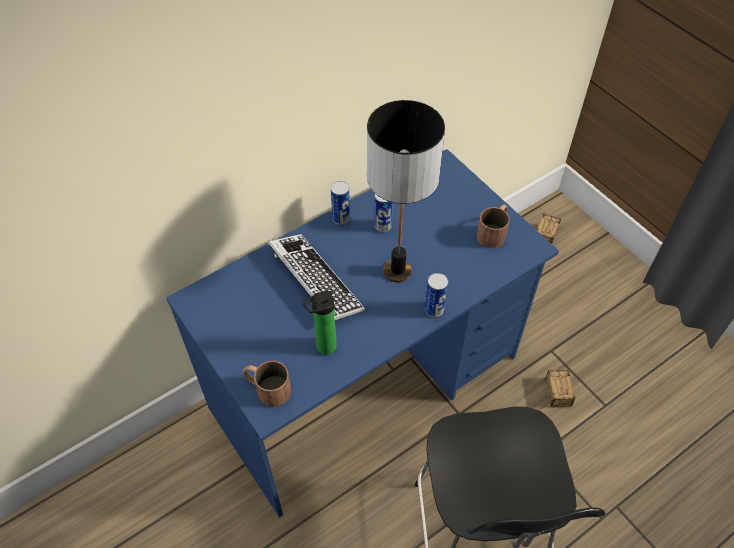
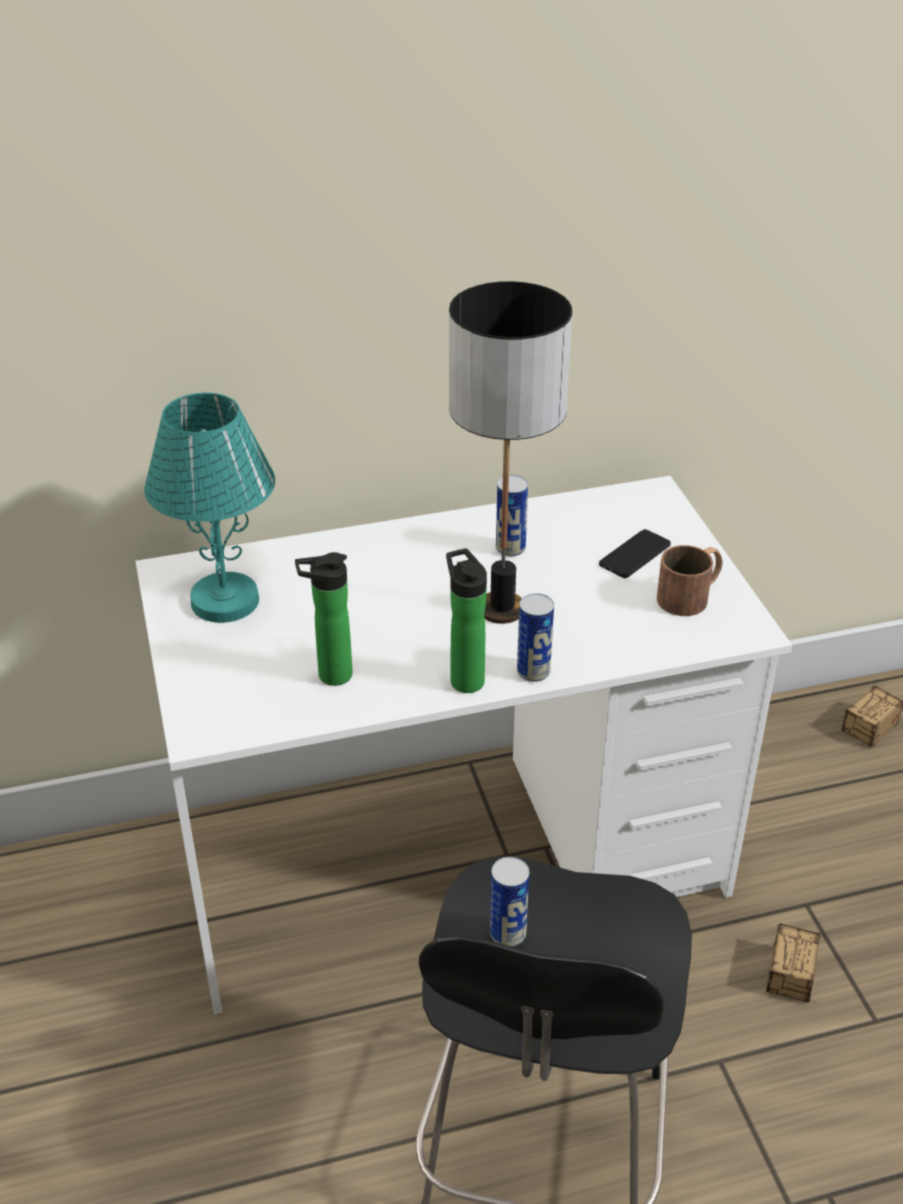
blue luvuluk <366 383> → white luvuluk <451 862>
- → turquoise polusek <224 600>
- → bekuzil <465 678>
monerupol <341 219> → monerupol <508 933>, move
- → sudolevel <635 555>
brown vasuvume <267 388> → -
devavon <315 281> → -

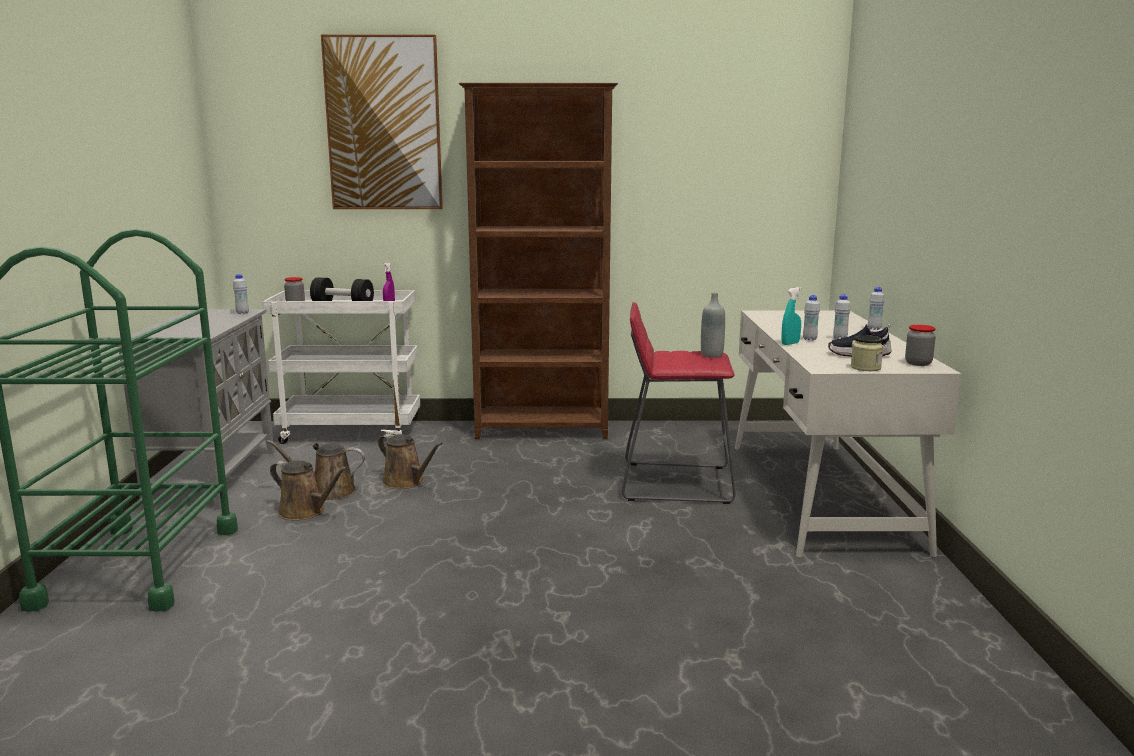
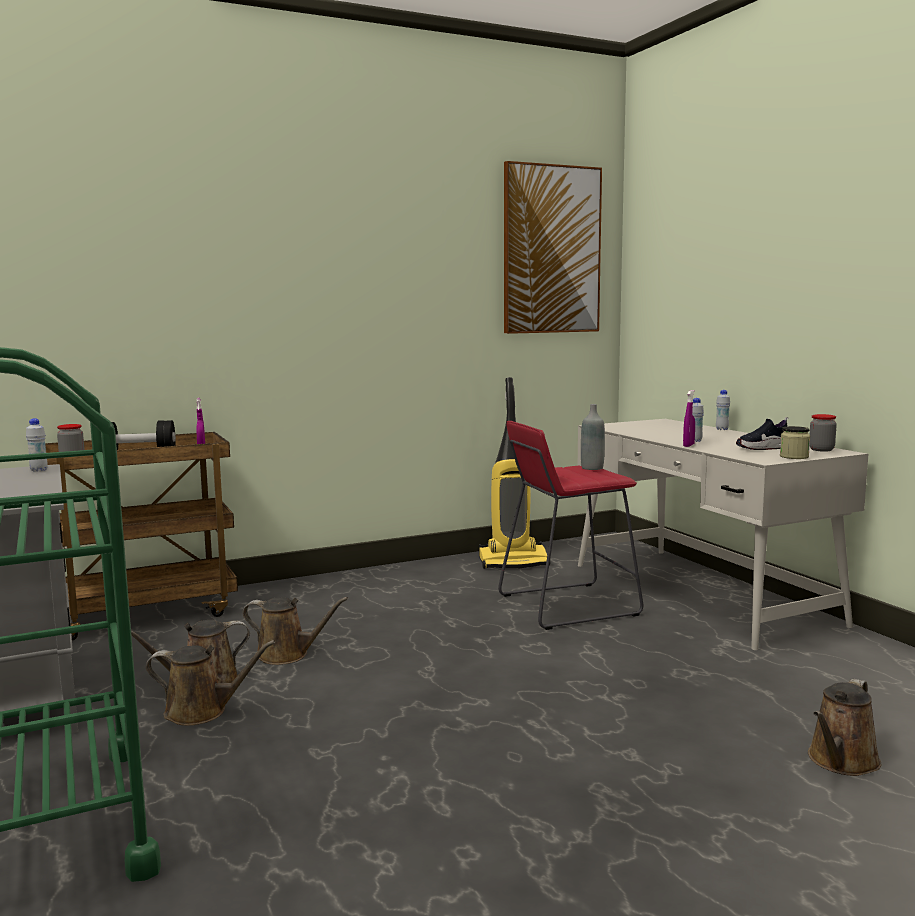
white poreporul <352 432> → brown poreporul <149 613>
- → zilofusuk <514 562>
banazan <384 124> → banazan <551 250>, move
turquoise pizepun <790 343> → purple pizepun <688 445>
- → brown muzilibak <841 762>
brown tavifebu <543 430> → -
white bekuzil <840 338> → -

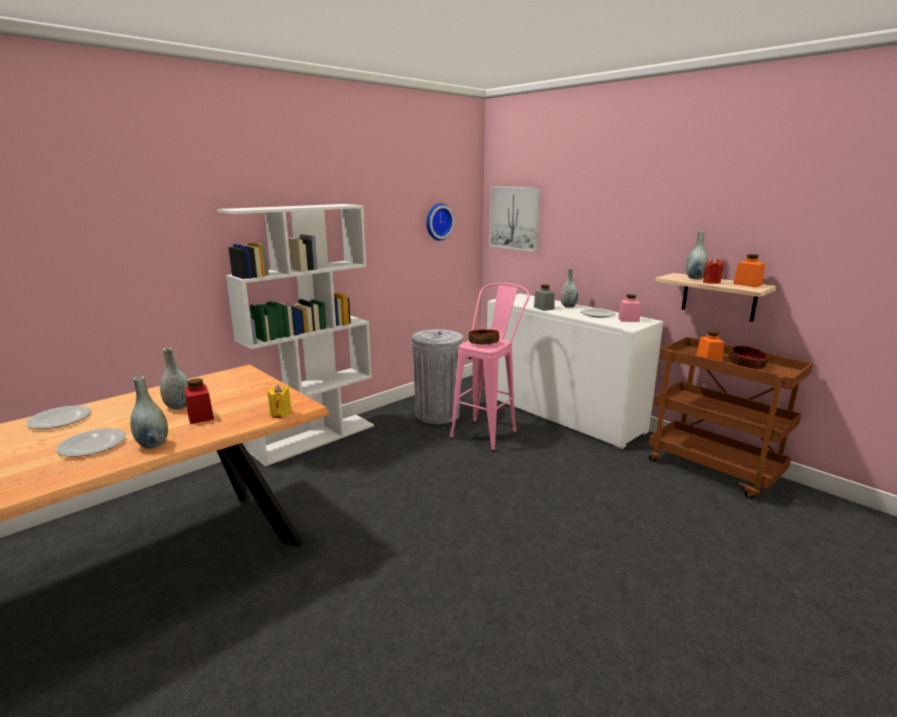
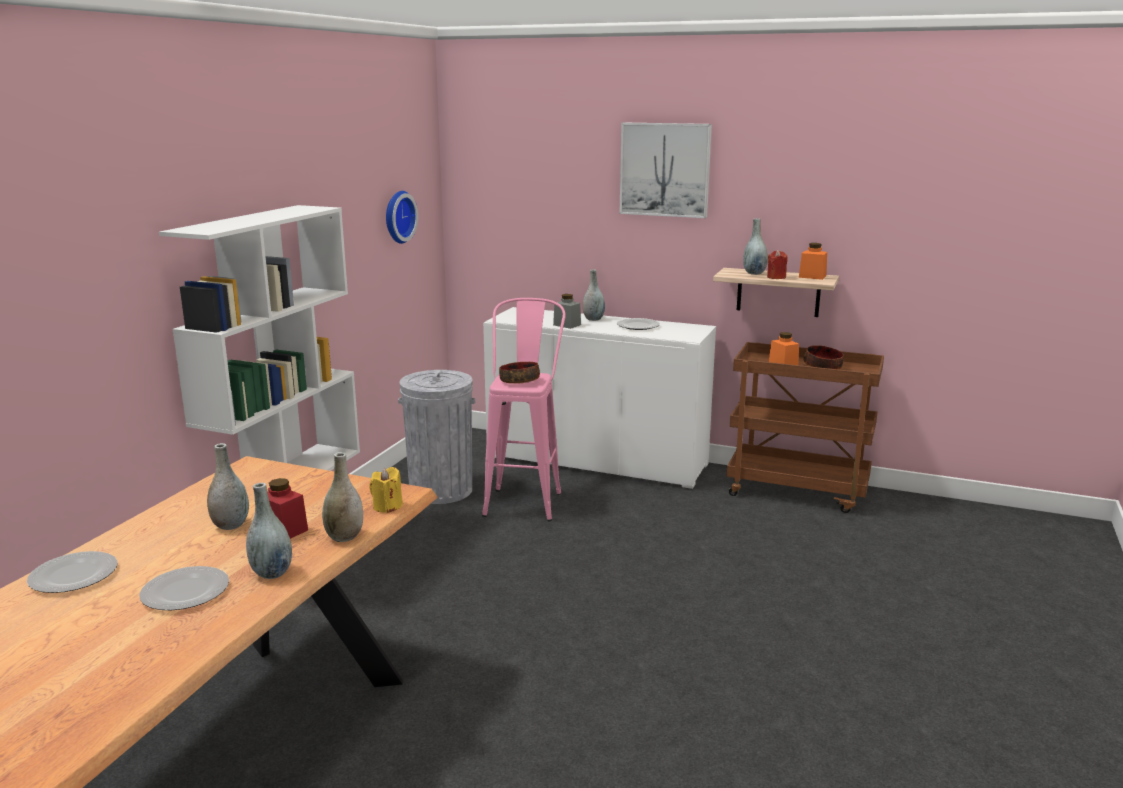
- → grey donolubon <344 537>
banazan <515 218> → banazan <665 169>, move
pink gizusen <628 320> → -

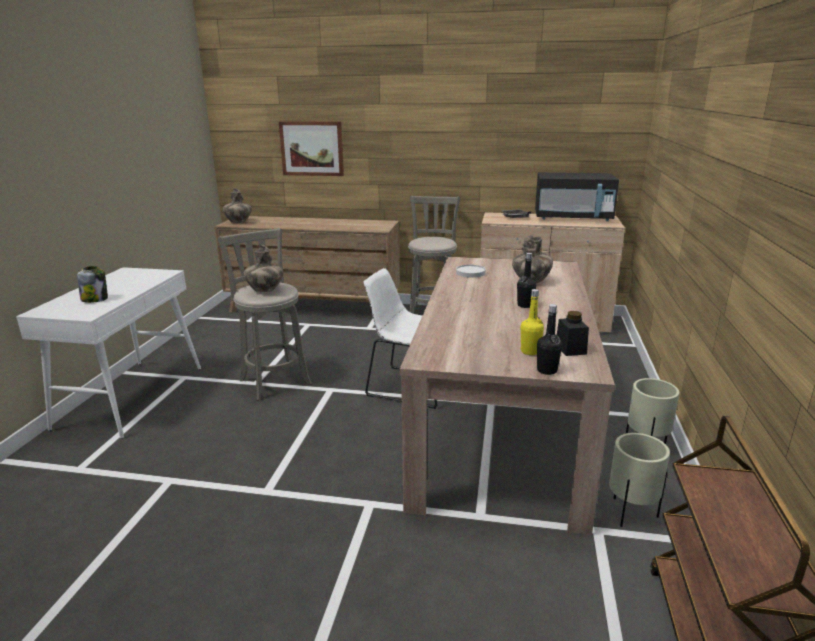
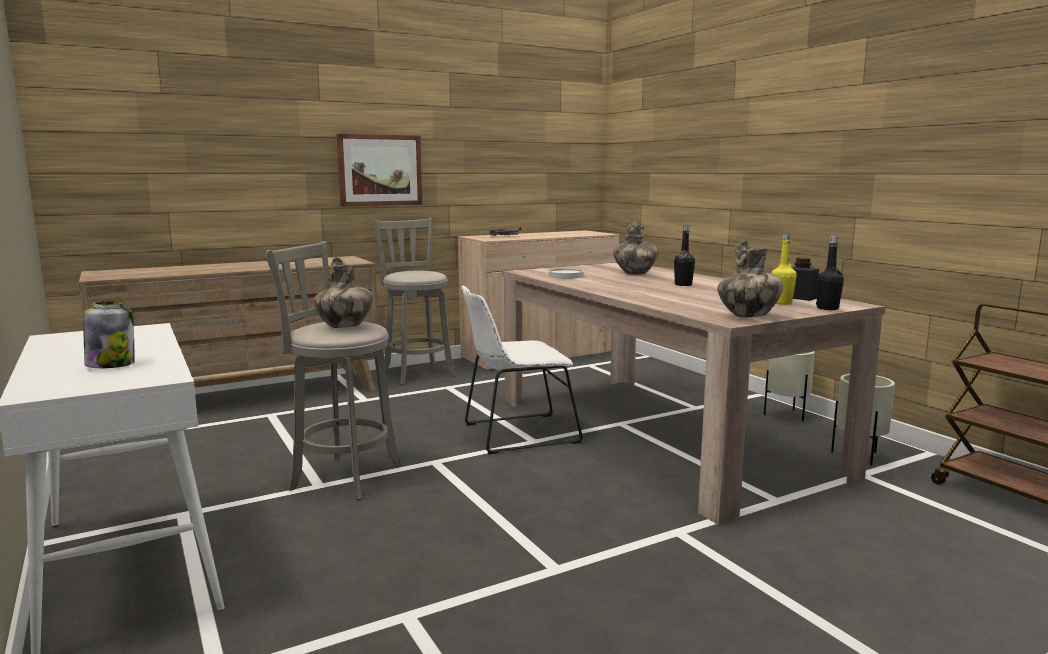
banazan <312 148> → banazan <380 170>, move
donolubon <238 222> → donolubon <748 316>, move
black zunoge <572 218> → -

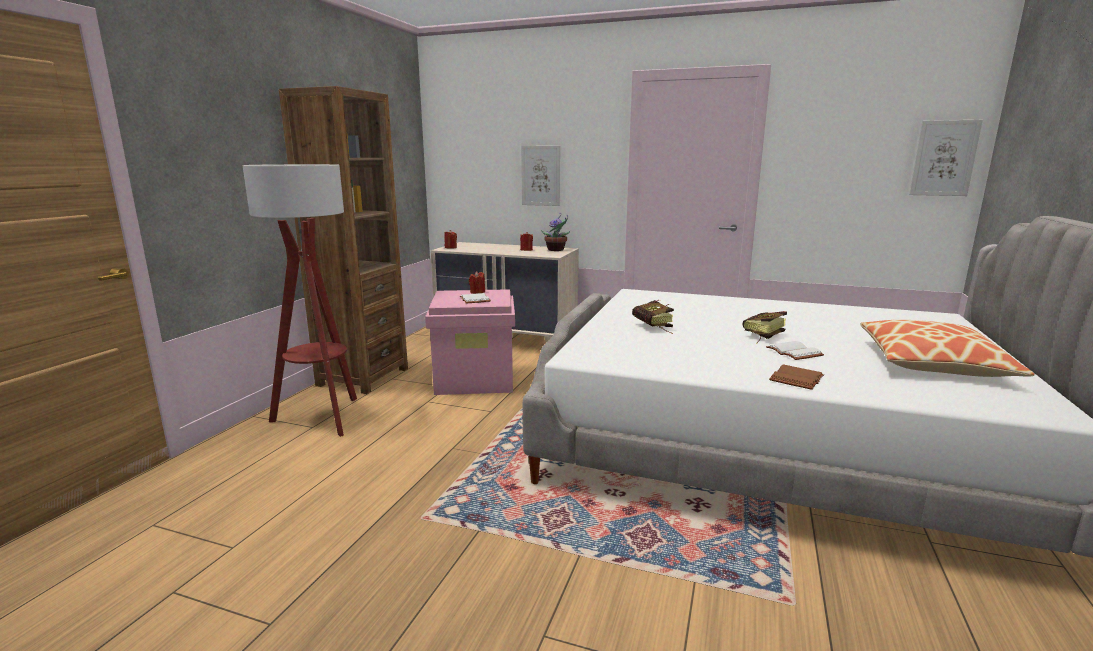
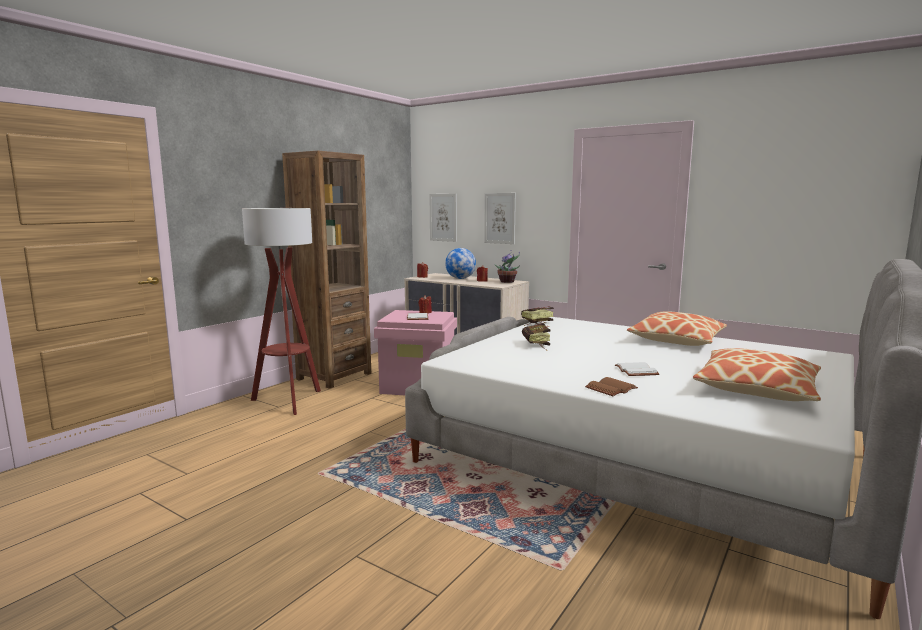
banazan <944 158> → banazan <443 217>, move
- → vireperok <460 278>
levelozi <761 336> → levelozi <534 323>, move
- → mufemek <677 340>

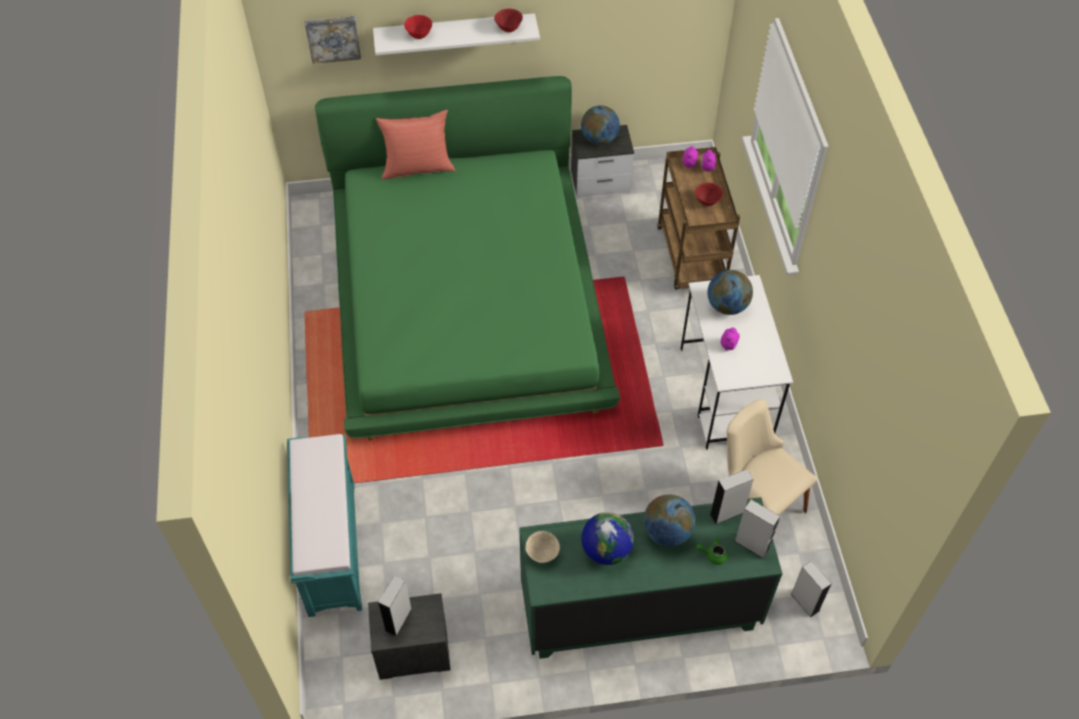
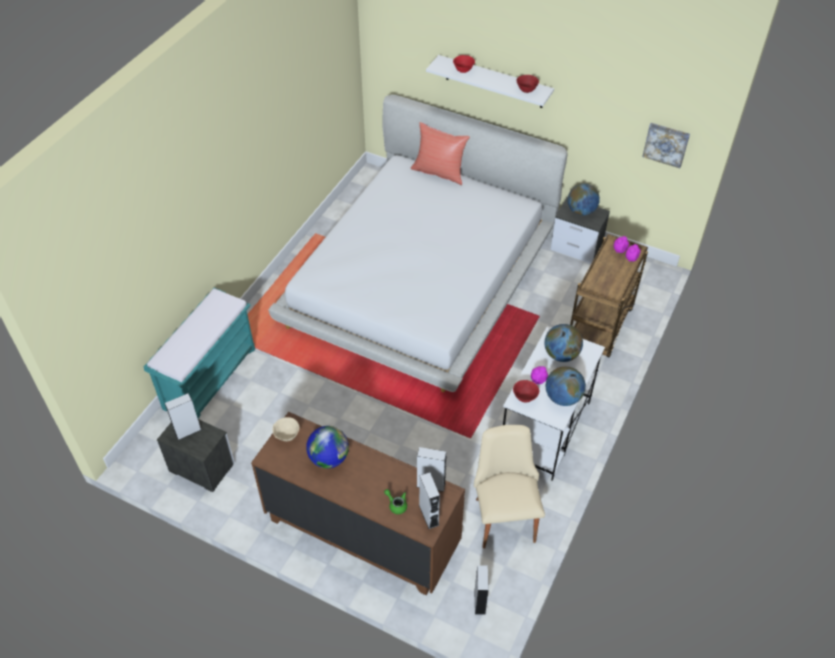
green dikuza <639 608> → brown dikuza <362 531>
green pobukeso <466 298> → white pobukeso <421 276>
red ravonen <707 201> → red ravonen <525 397>, move
vireperok <667 532> → vireperok <563 397>, move
banazan <333 38> → banazan <666 144>, move

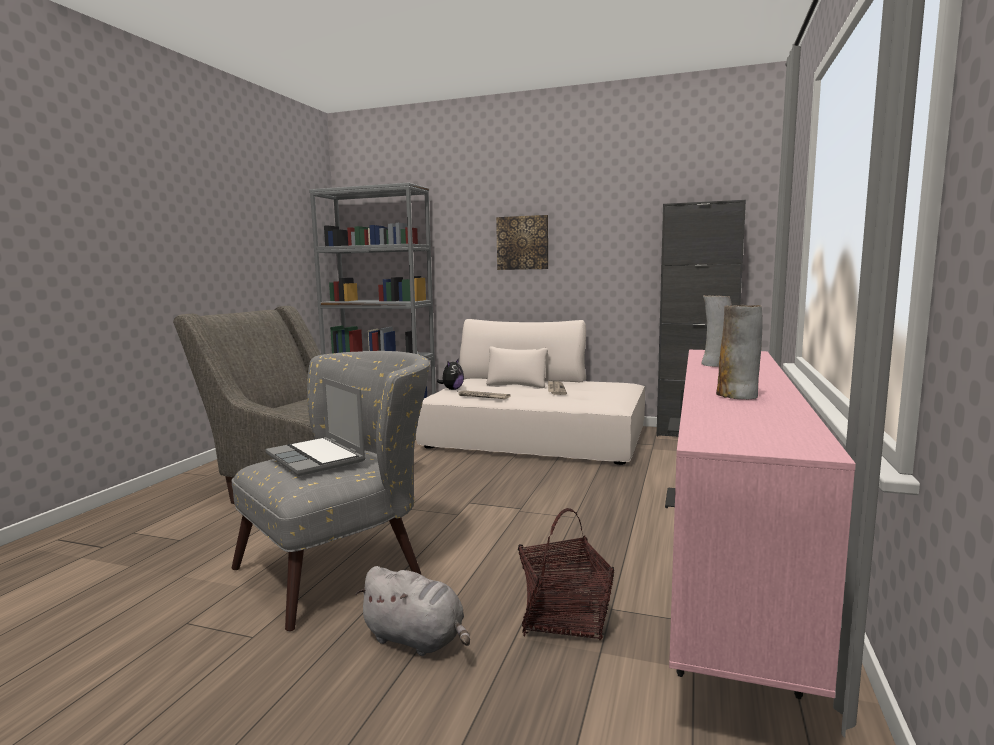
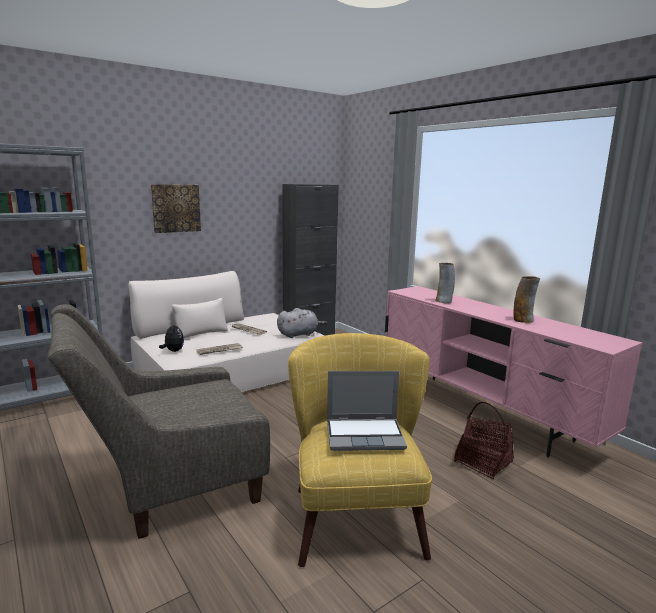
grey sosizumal <417 640> → grey sosizumal <299 334>, move
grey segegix <346 567> → yellow segegix <355 510>

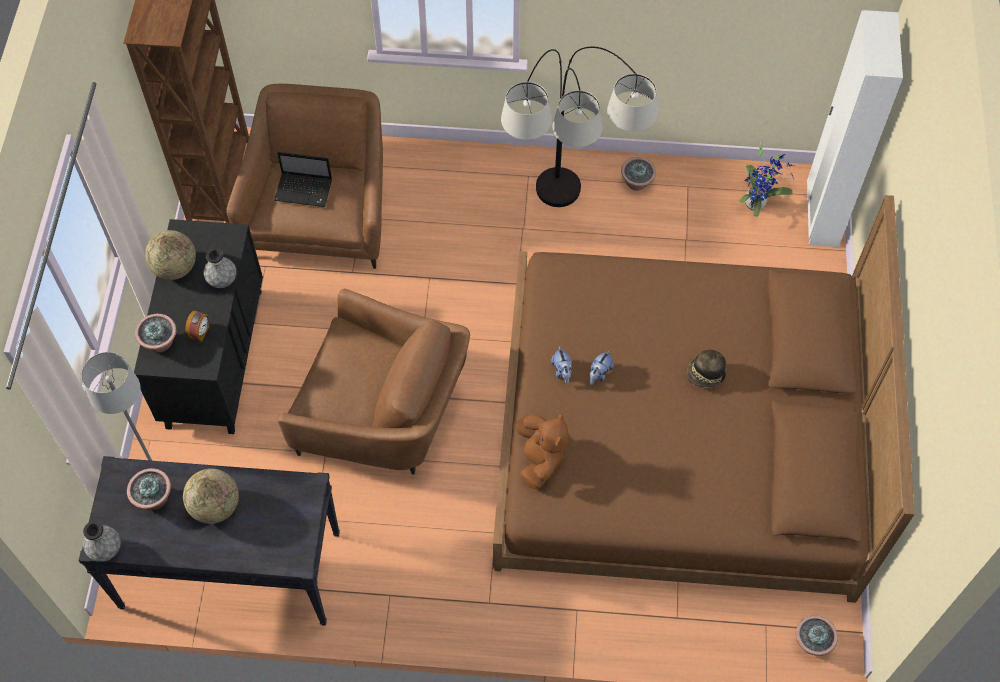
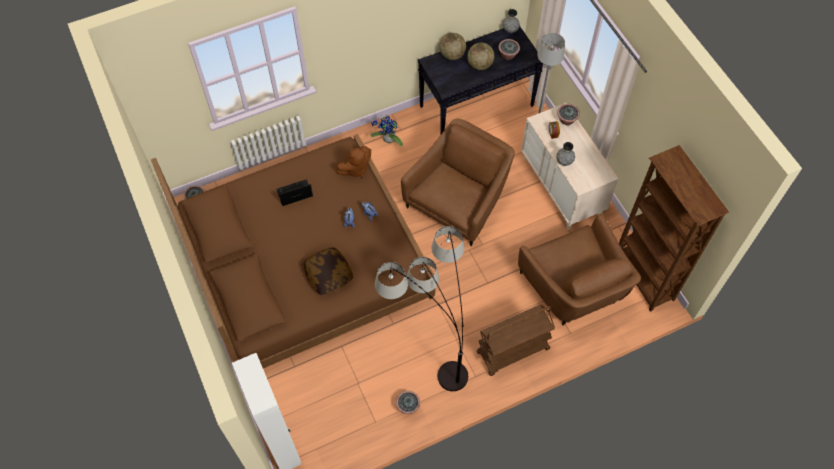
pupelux <305 190> → pupelux <294 194>, move
- → mufemek <328 274>
brown sosizumal <539 459> → brown sosizumal <355 169>, 90 degrees counterclockwise
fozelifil <757 203> → fozelifil <387 140>, move
brown segegix <384 416> → brown segegix <458 200>, 135 degrees clockwise
vireperok <175 268> → vireperok <452 55>, move
- → brown poreporul <512 351>
black dikuza <215 357> → beige dikuza <561 186>
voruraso <705 375> → -

